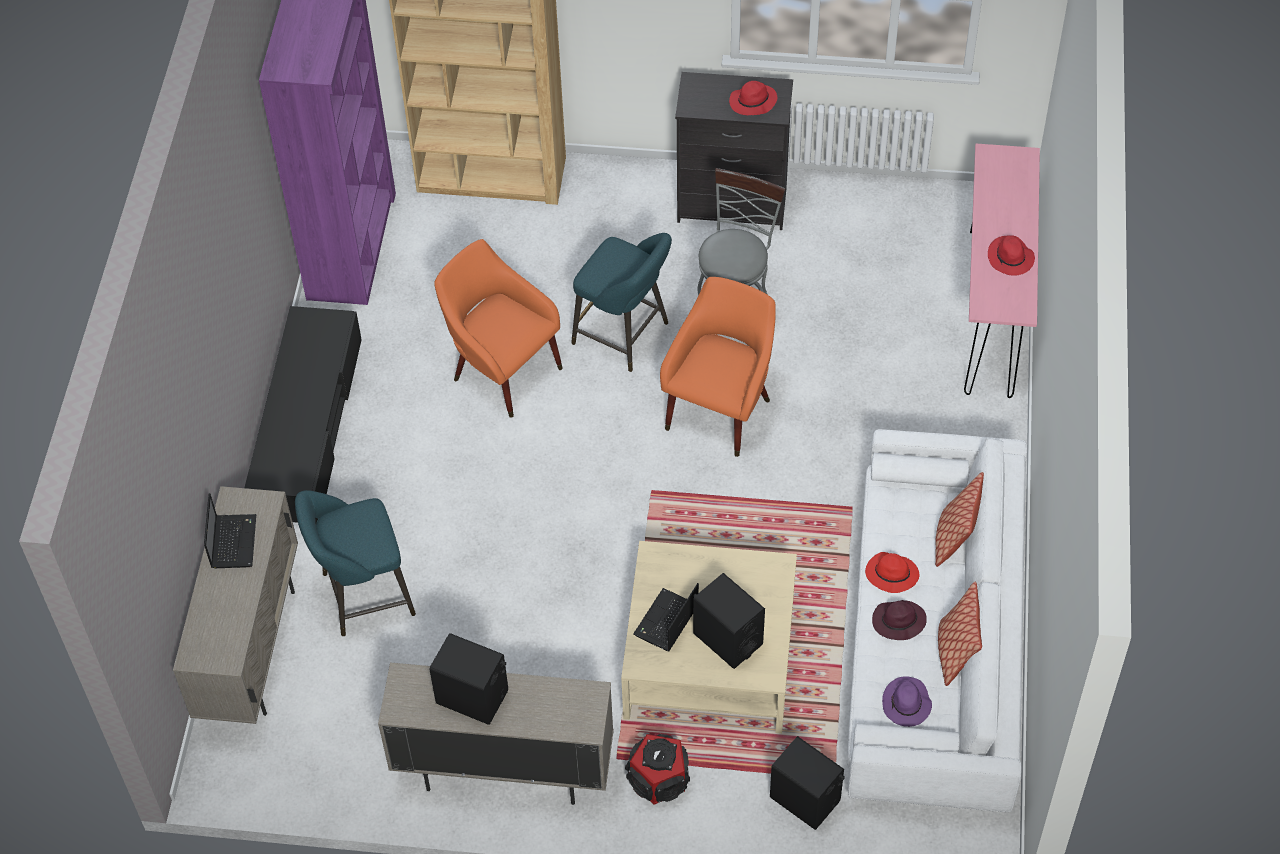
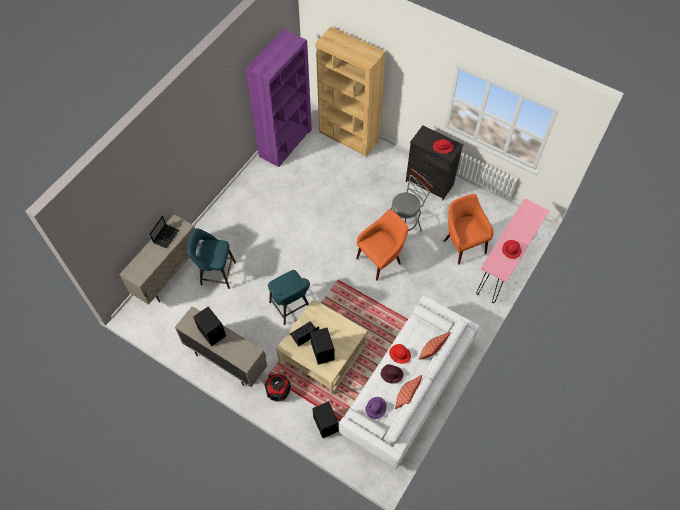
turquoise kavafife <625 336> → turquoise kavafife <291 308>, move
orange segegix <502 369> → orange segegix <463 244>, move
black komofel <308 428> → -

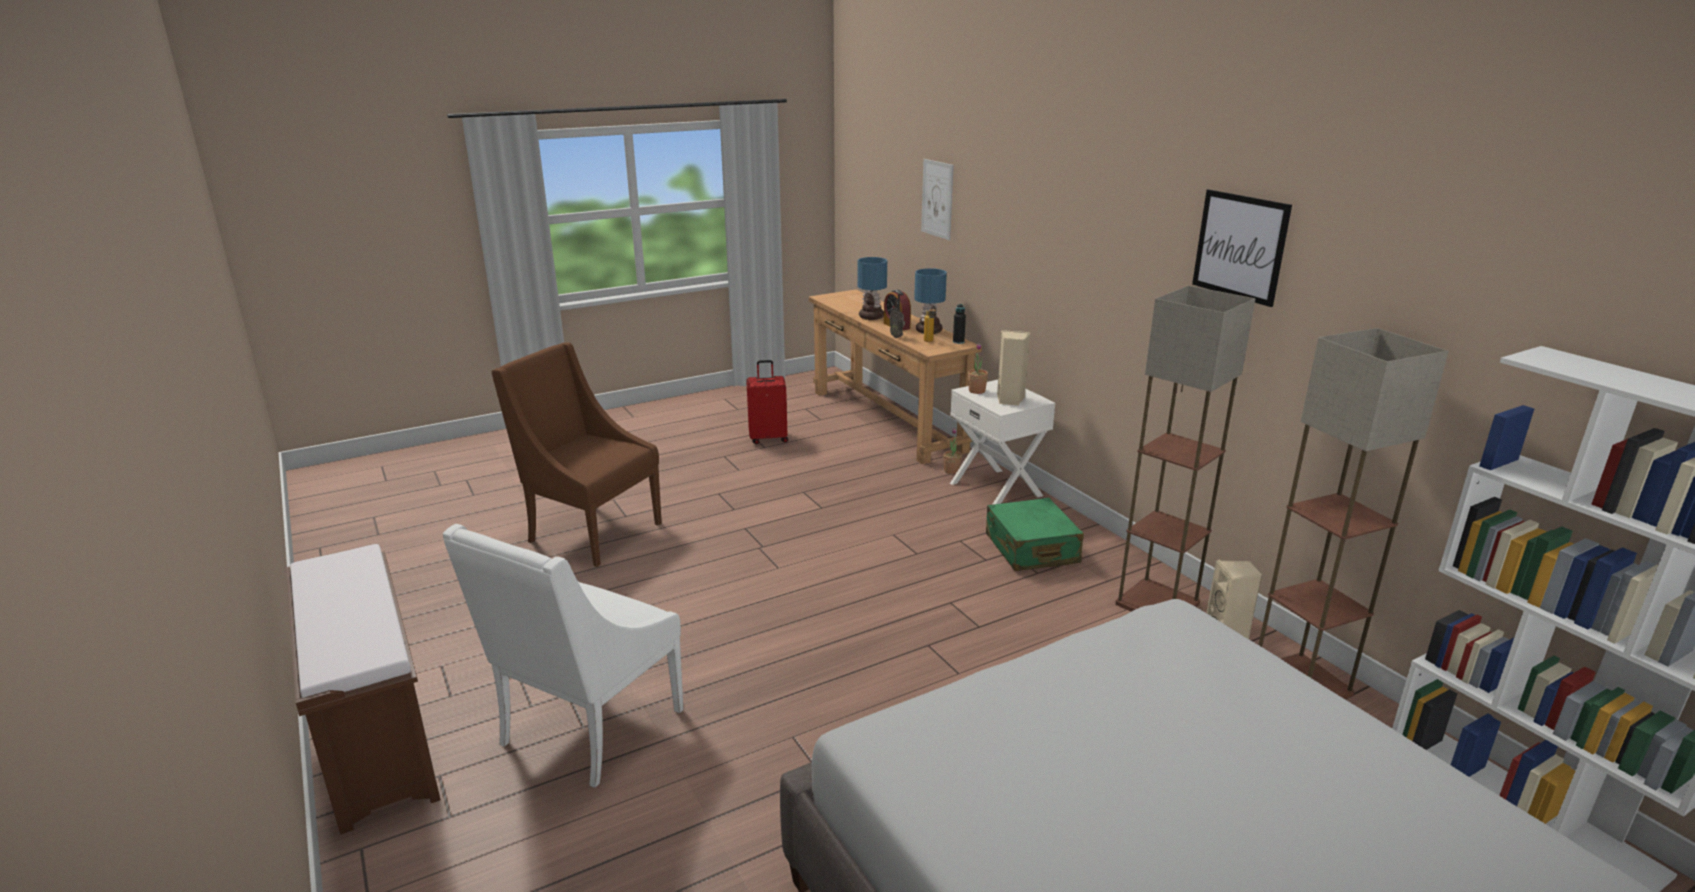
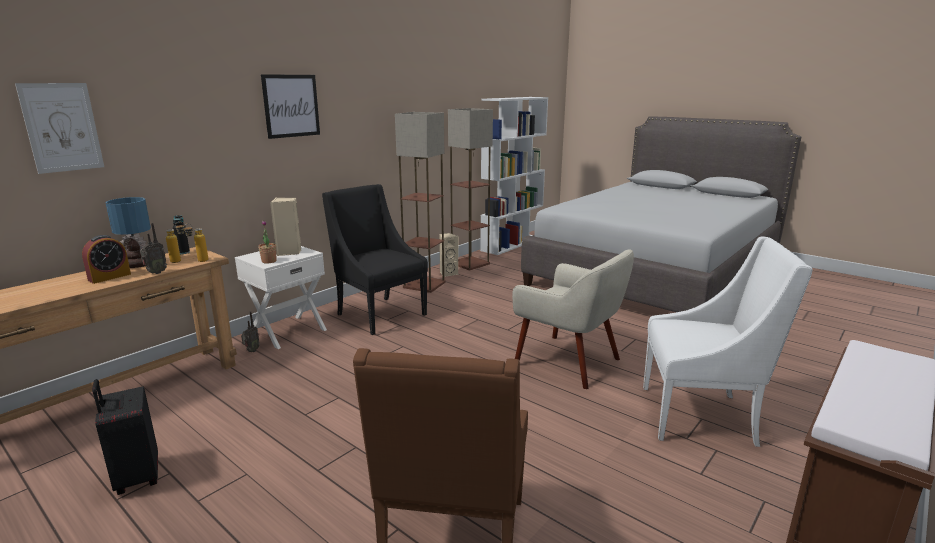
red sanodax <768 438> → black sanodax <136 477>
- → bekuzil <199 261>
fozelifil <951 471> → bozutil <251 351>
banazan <1240 246> → banazan <291 106>, move
green sanodax <1031 549> → black segegix <379 314>
- → beige segegix <569 361>
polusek <872 317> → -

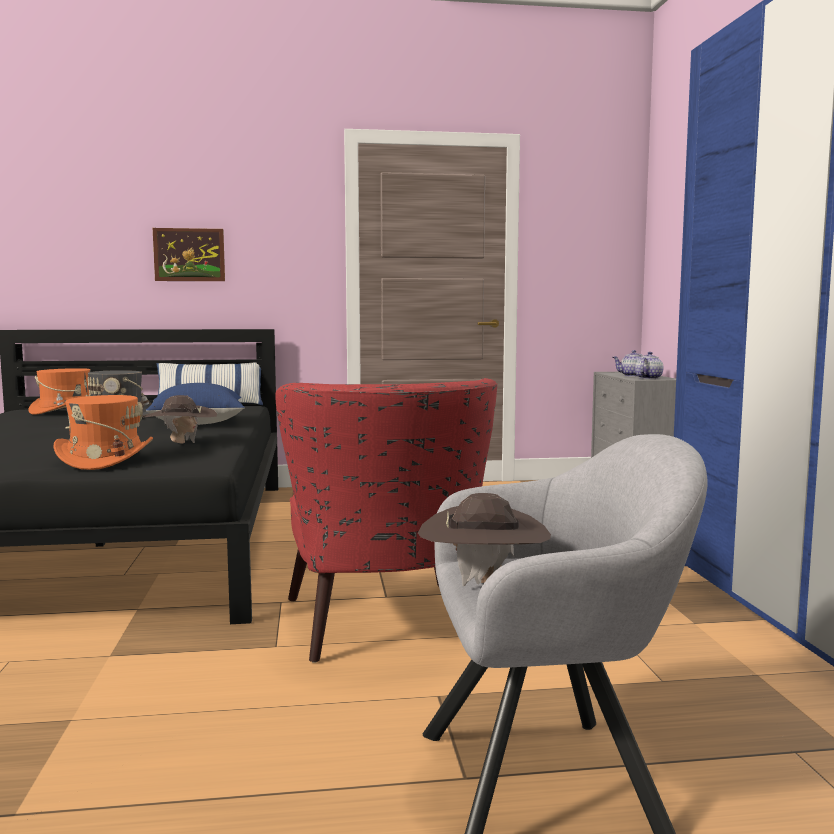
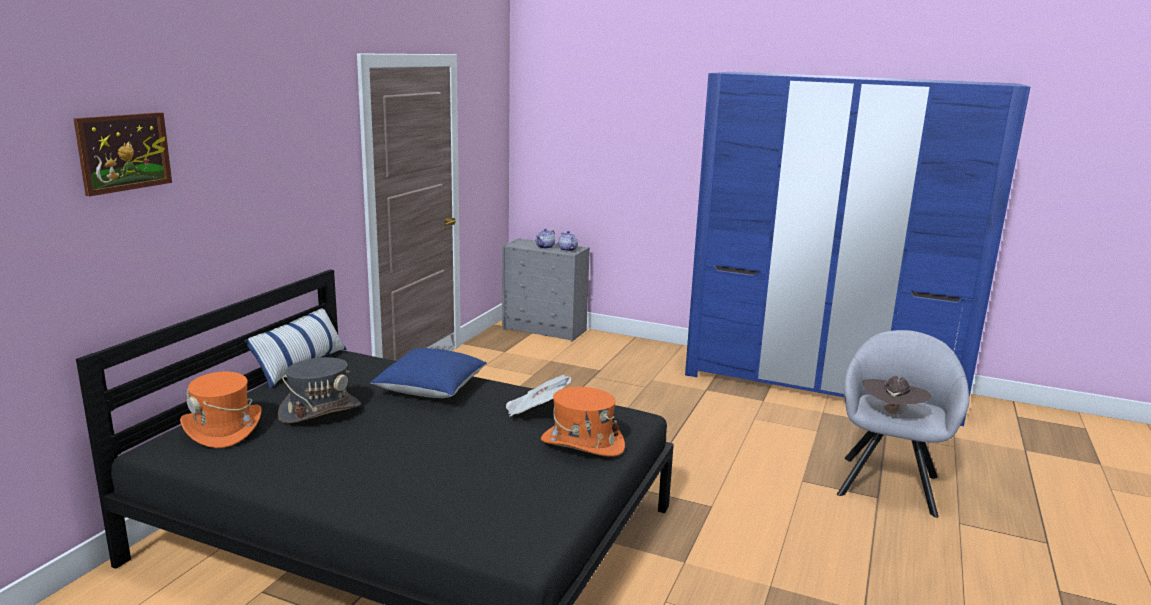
banazan <189 255> → banazan <124 152>, move
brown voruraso <180 444> → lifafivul <536 411>
red segegix <387 630> → -

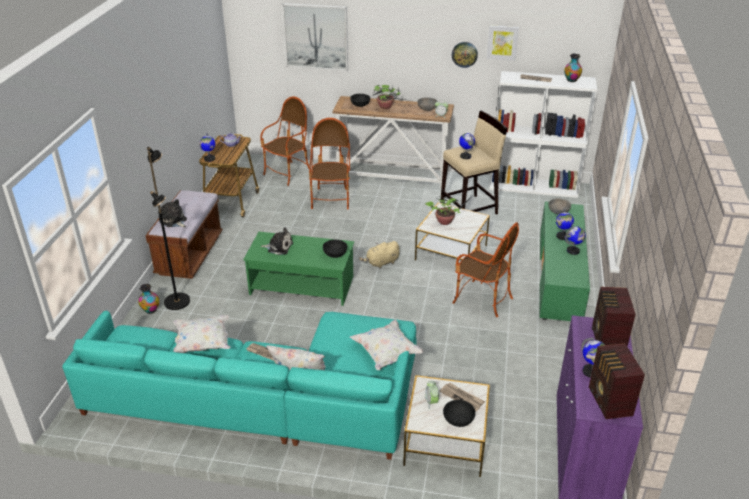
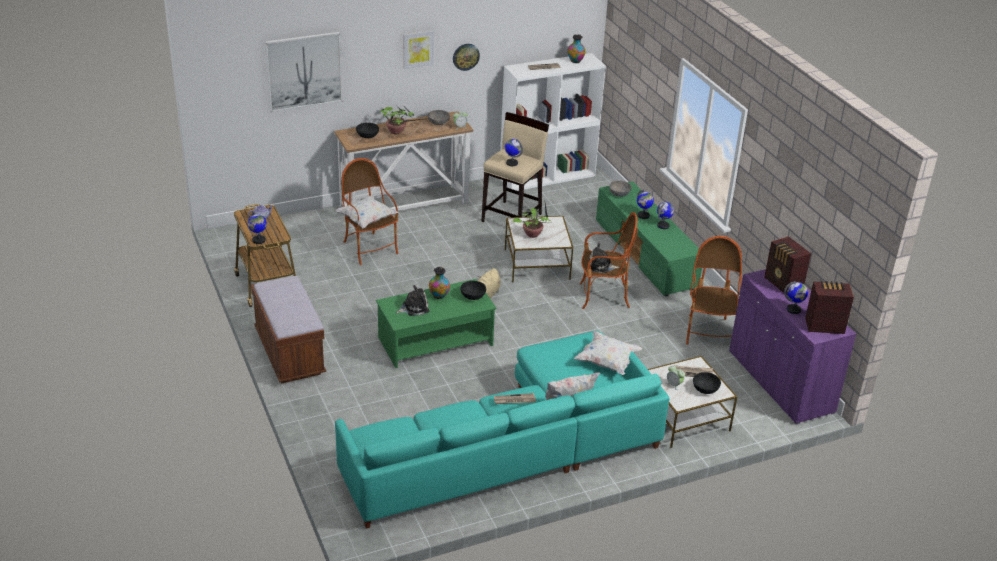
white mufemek <203 344> → white mufemek <367 220>, move
banazan <502 42> → banazan <418 49>, move
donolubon <150 310> → donolubon <439 296>, move
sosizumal <173 221> → sosizumal <601 266>, move
segegix <288 173> → segegix <709 332>, move
bozutil <609 402> → bozutil <823 326>, 135 degrees clockwise
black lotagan <177 301> → -

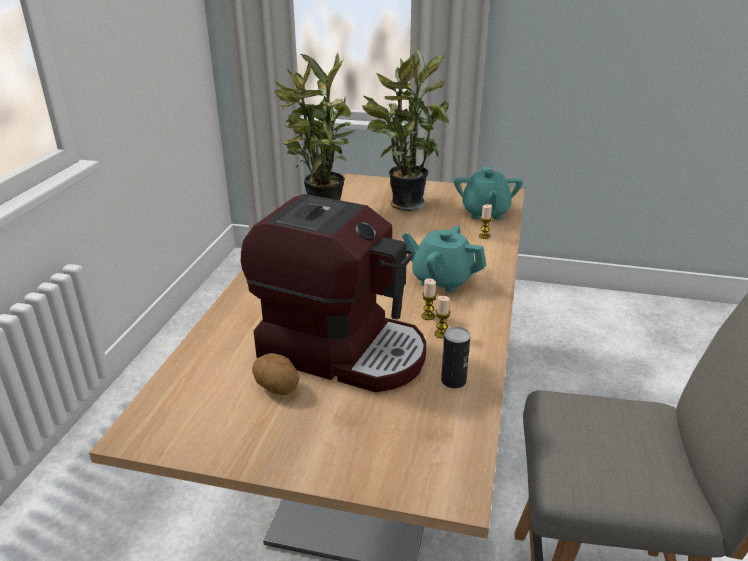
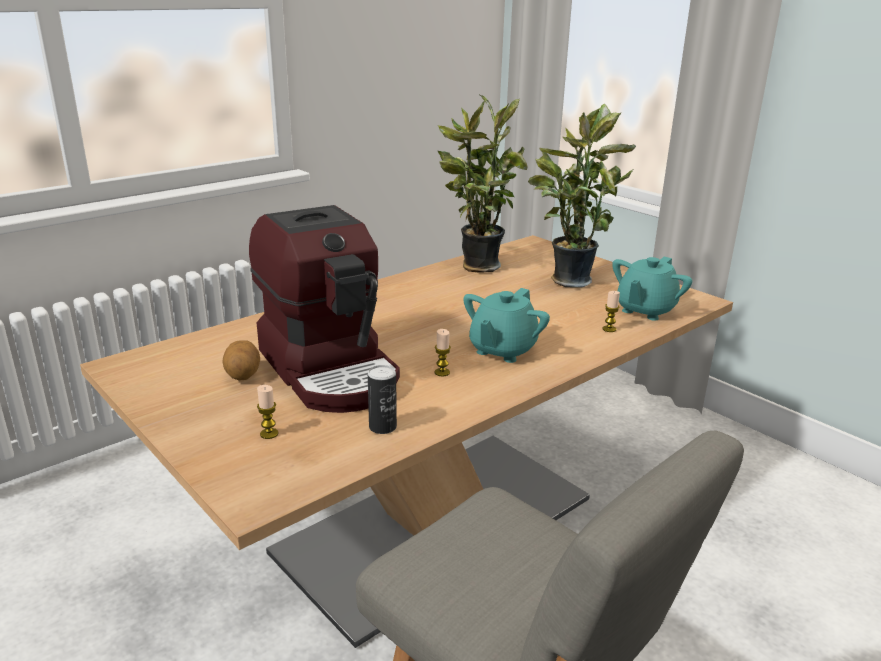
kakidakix <441 334> → kakidakix <269 434>, move
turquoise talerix <441 280> → turquoise talerix <502 350>, 120 degrees counterclockwise

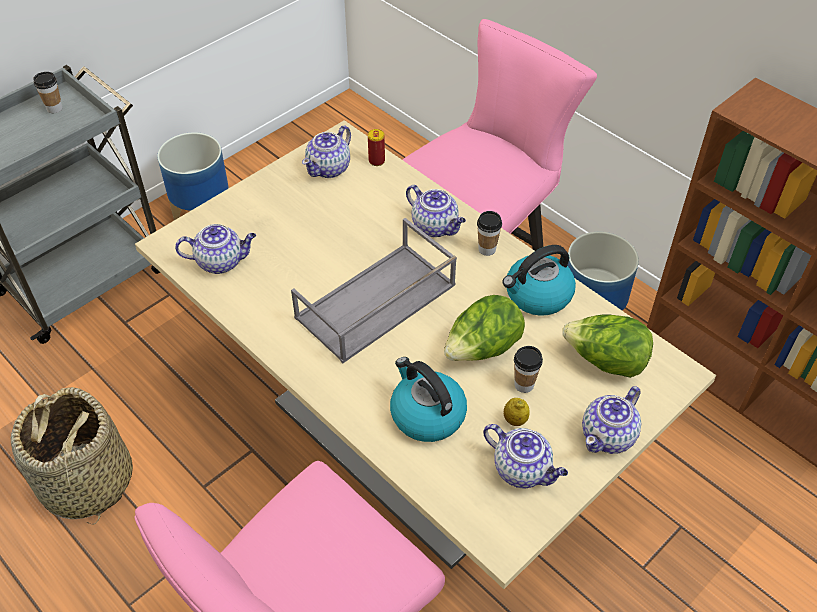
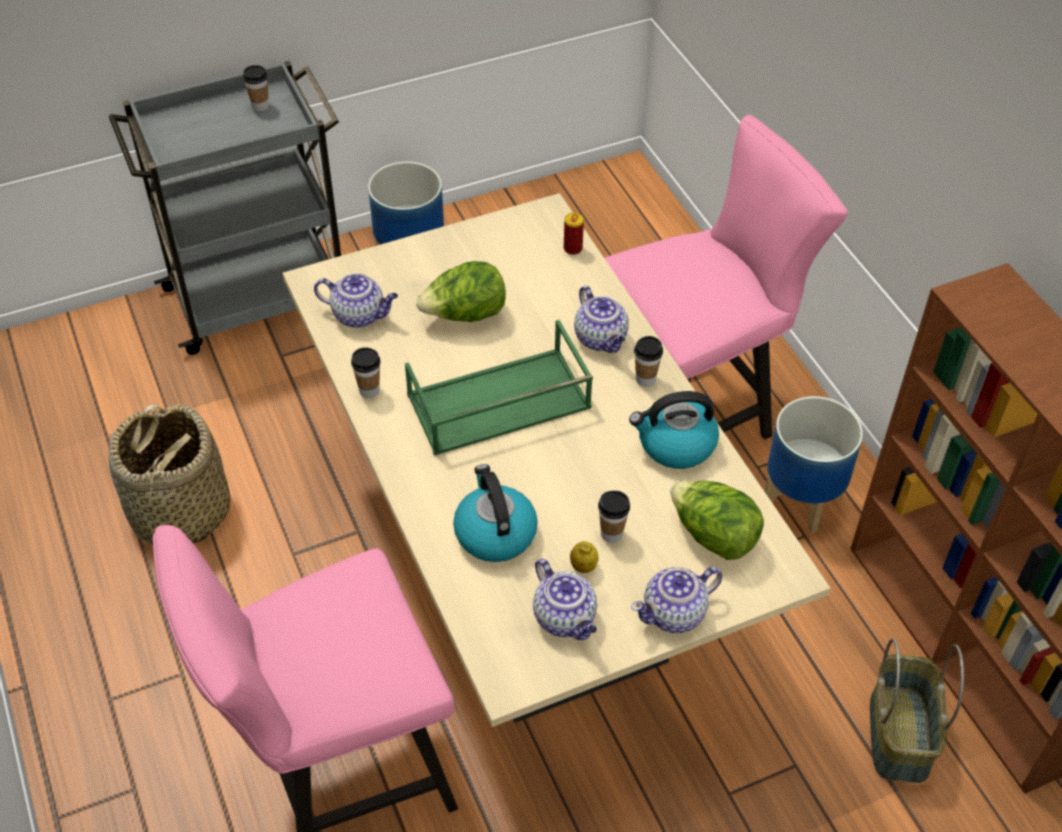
- → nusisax <369 390>
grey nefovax <375 303> → green nefovax <497 403>
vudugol <482 349> → vudugol <465 315>, move
- → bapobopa <901 735>
talerix <329 168> → -

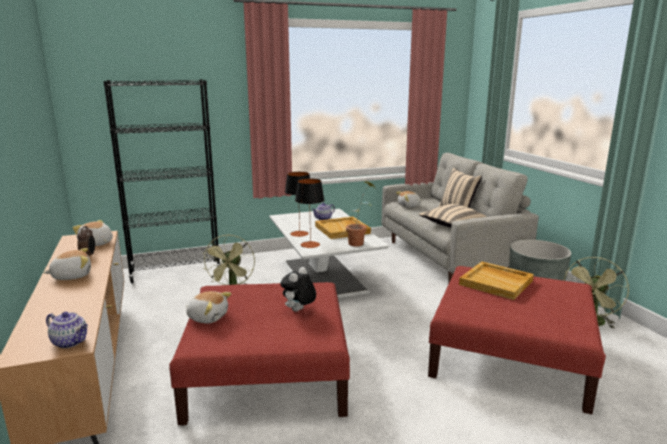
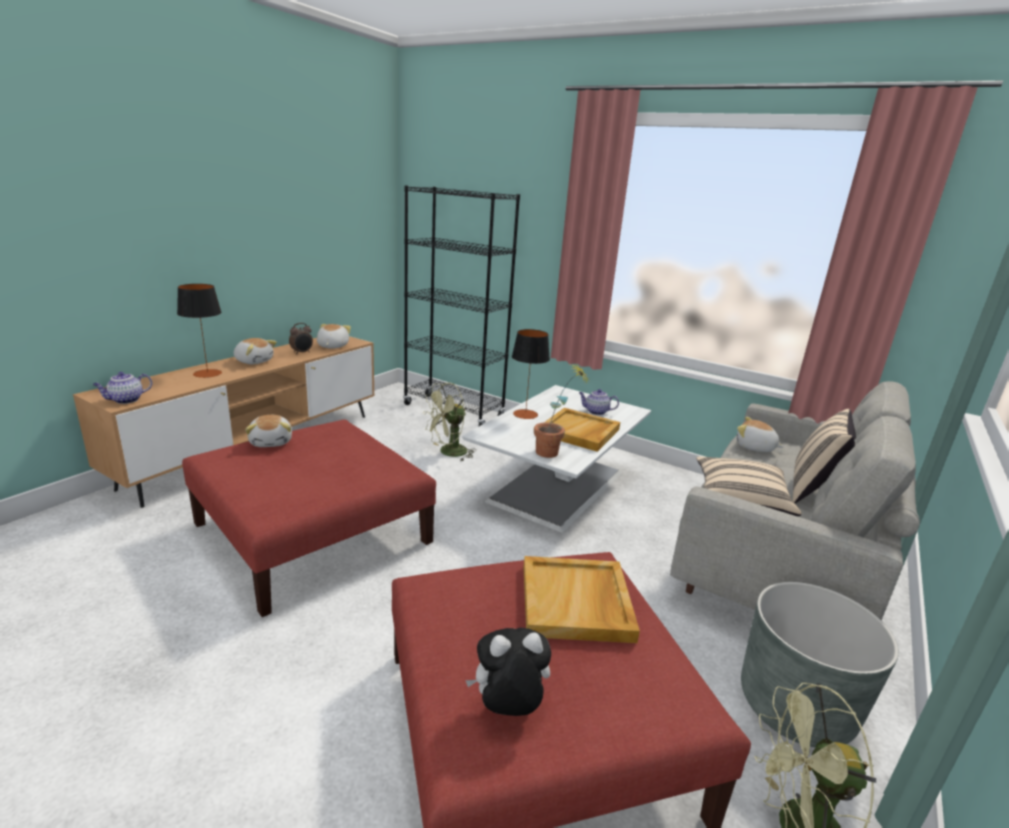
talerix <71 342> → talerix <125 400>, 60 degrees clockwise
polusek <310 244> → polusek <207 373>, move
sosizumal <299 311> → sosizumal <507 708>, move

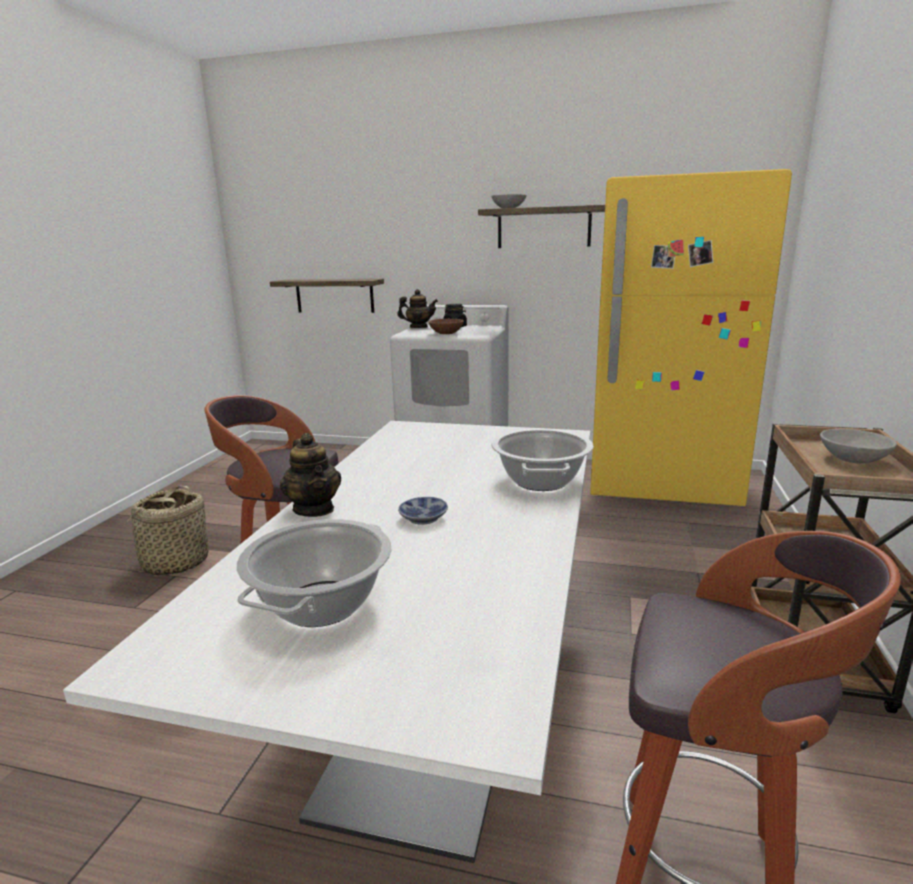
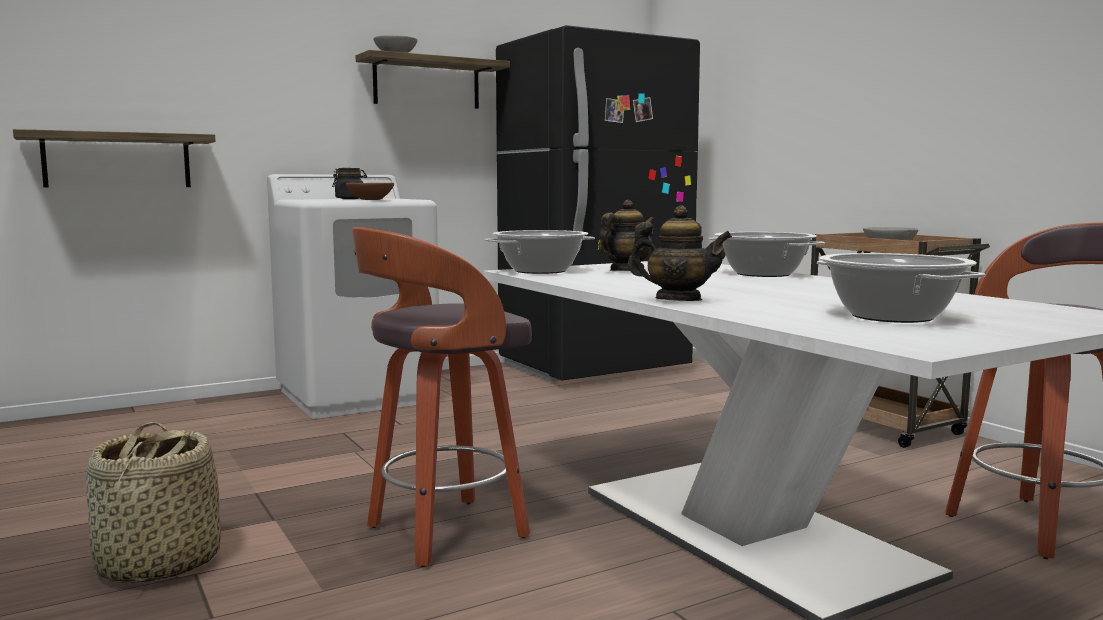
- → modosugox <540 271>
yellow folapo <661 485> → black folapo <594 367>
talerix <418 327> → talerix <626 271>, move
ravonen <423 517> → -

